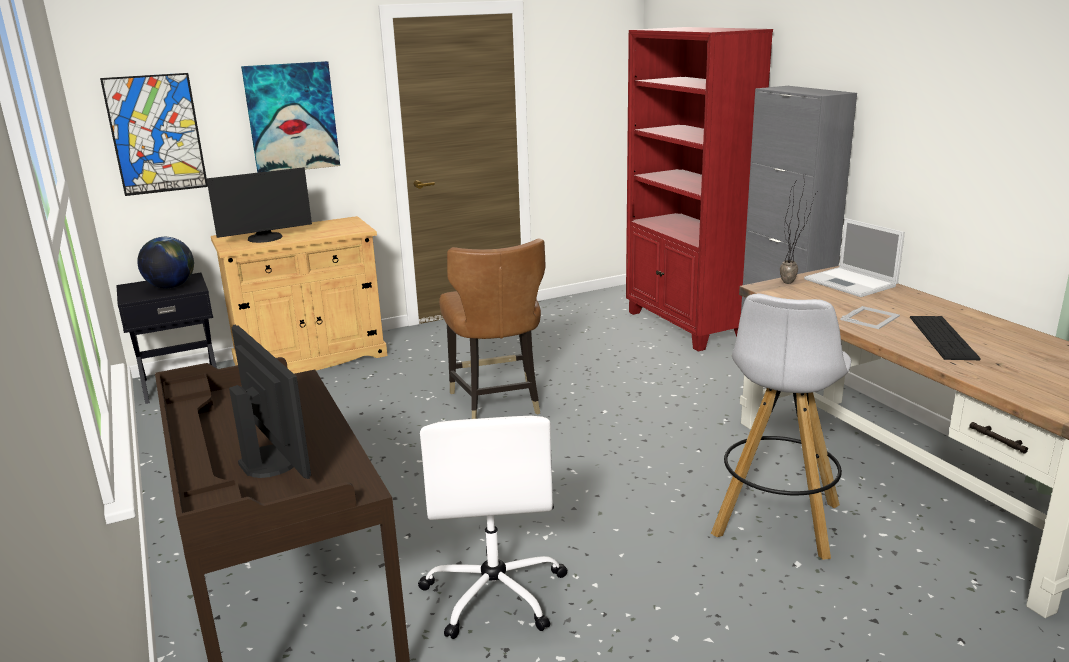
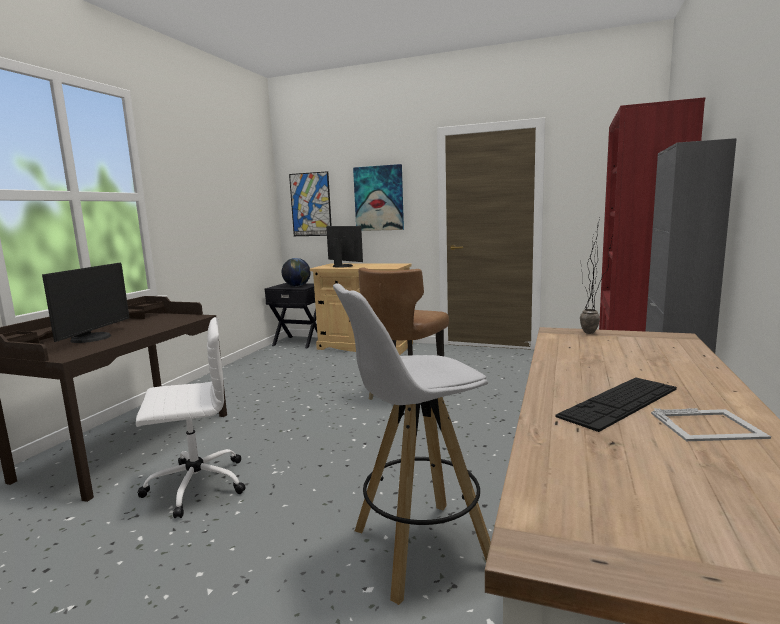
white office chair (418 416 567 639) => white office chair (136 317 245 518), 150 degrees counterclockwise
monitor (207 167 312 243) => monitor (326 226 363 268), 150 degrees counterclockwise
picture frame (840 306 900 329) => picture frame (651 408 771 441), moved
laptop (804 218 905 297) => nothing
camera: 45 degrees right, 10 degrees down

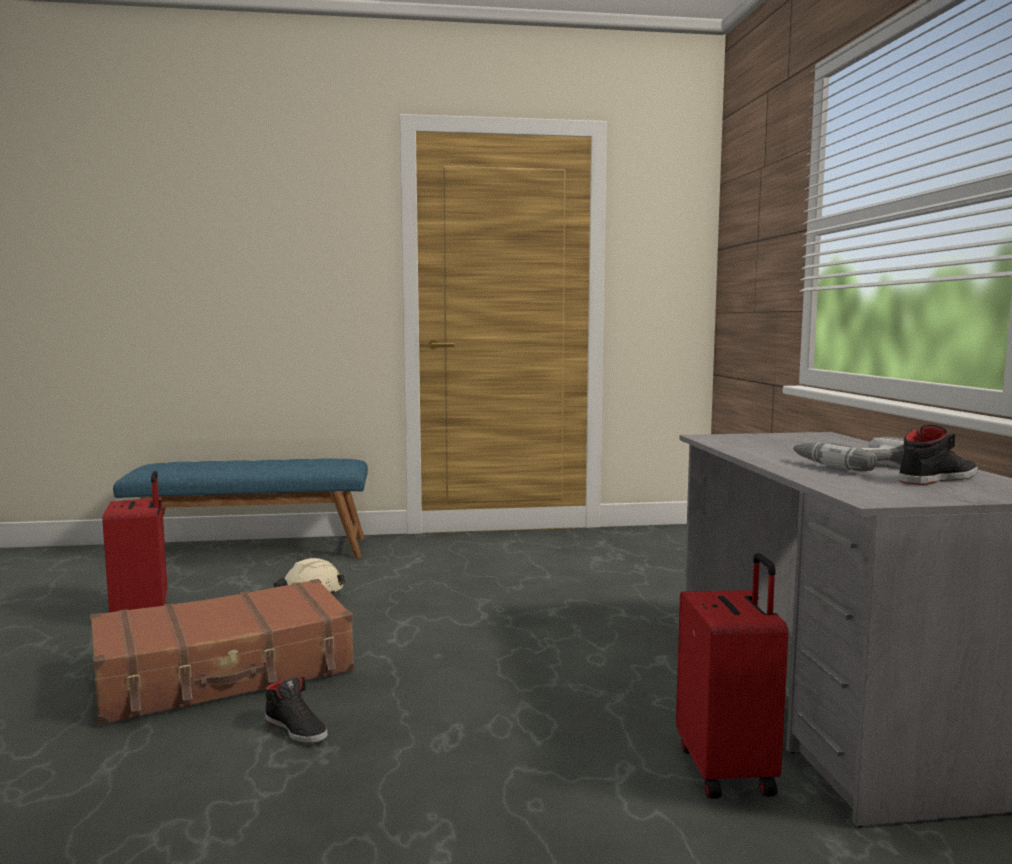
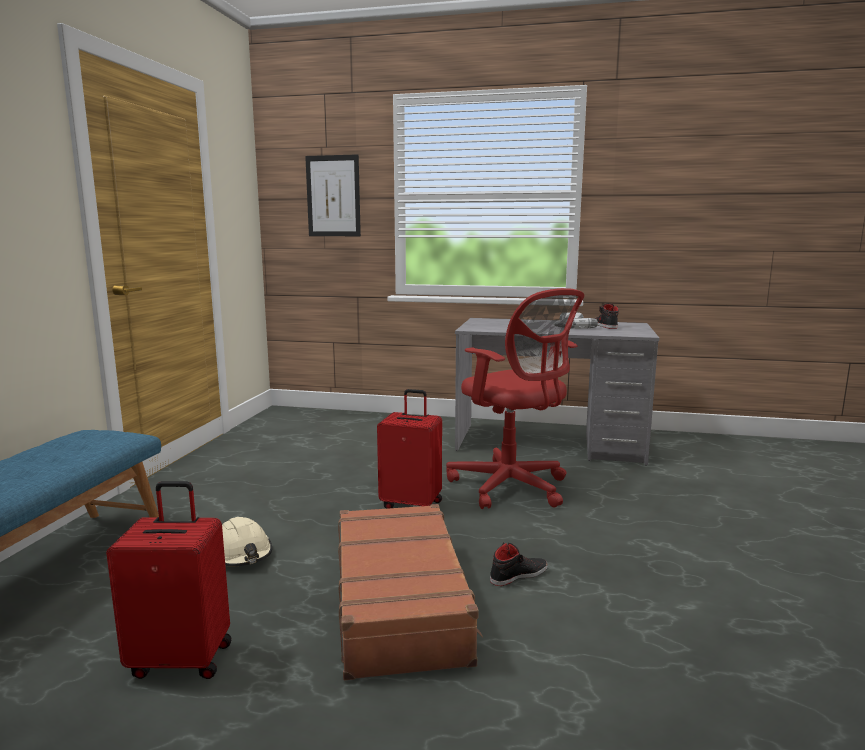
nothing => picture (305 154 361 236)
red suitcase (676 553 788 799) => red suitcase (377 389 442 509), moved
nothing => red office chair (446 288 584 509)
camera: 70 degrees left, 5 degrees up

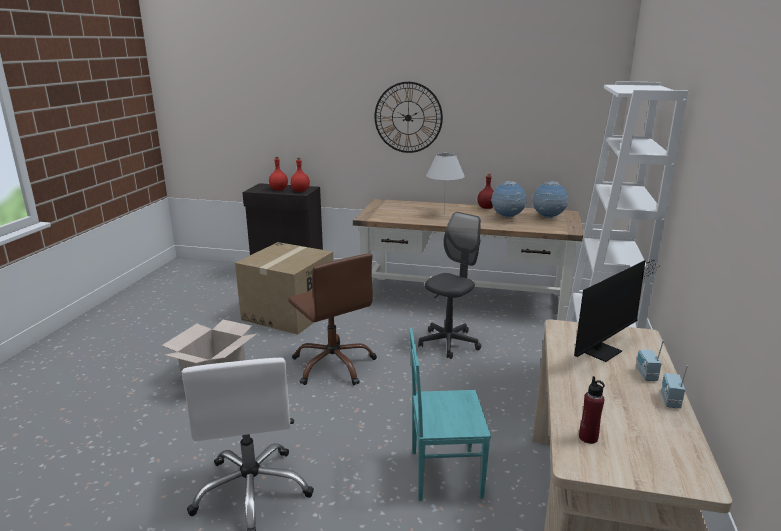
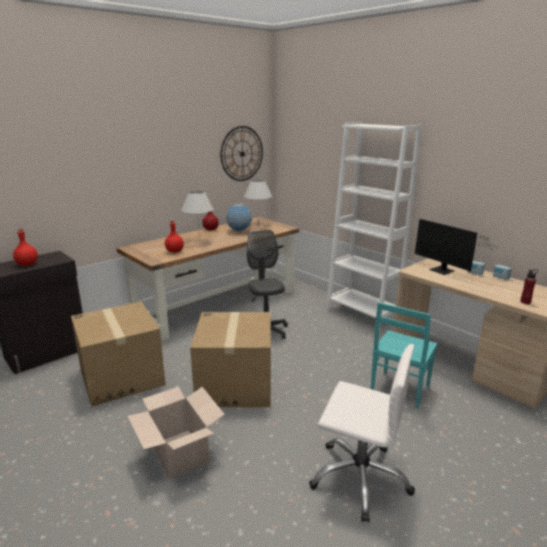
red bottle (290 158 310 192) => red bottle (165 220 184 253), moved
brown office chair (288 253 377 385) => cardboard box (190 312 271 407)
wall clock (374 82 443 153) => wall clock (221 126 263 181), moved
globe (533 181 569 218) => white table lamp (244 179 272 225)
monitor (574 259 659 362) => monitor (414 219 497 275), 150 degrees clockwise
camera: 55 degrees left, 0 degrees up

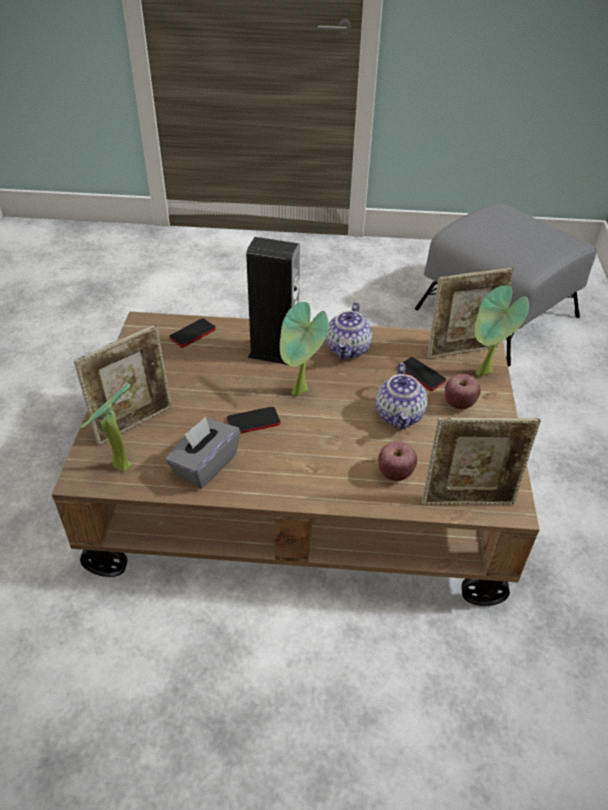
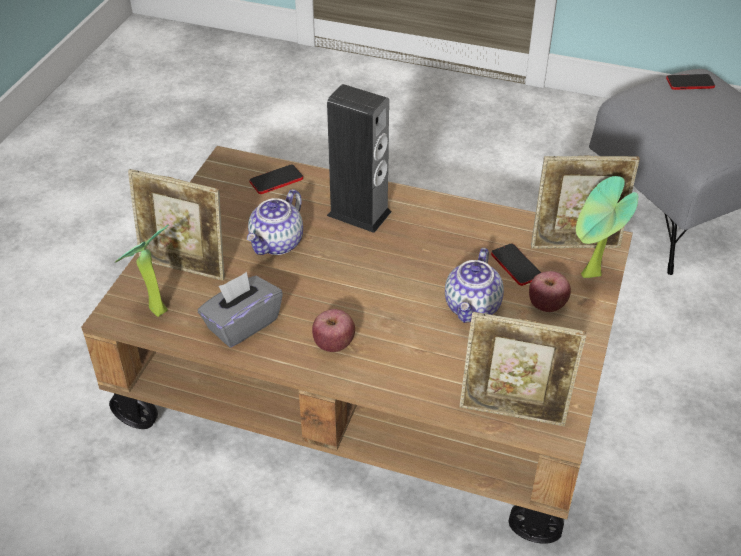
picture frame (74 325 172 446) => picture frame (128 169 225 281), 45 degrees clockwise
teapot (326 302 372 360) => teapot (247 189 303 255), moved
apple (378 441 417 481) => apple (312 309 355 352), moved
phone (227 407 281 434) => phone (666 74 715 90), moved
potted plant (280 302 329 396) => nothing
camera: 15 degrees right, 0 degrees up

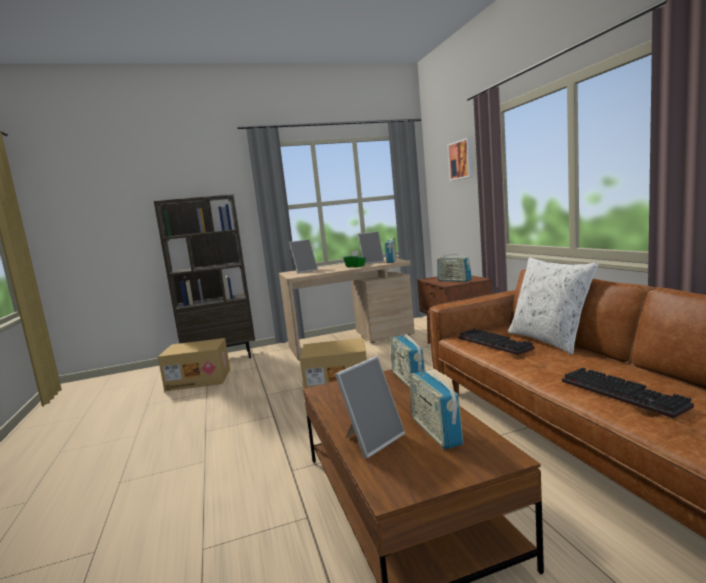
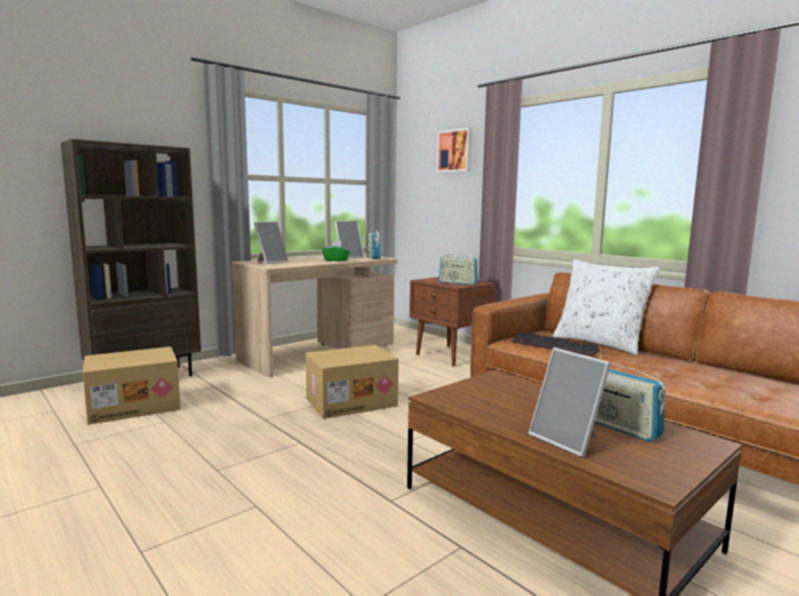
picture frame (335 356 405 459) => picture frame (528 348 611 457), 120 degrees clockwise
radio (390 329 425 388) => nothing
keyboard (562 367 694 419) => nothing
camera: 25 degrees left, 0 degrees up

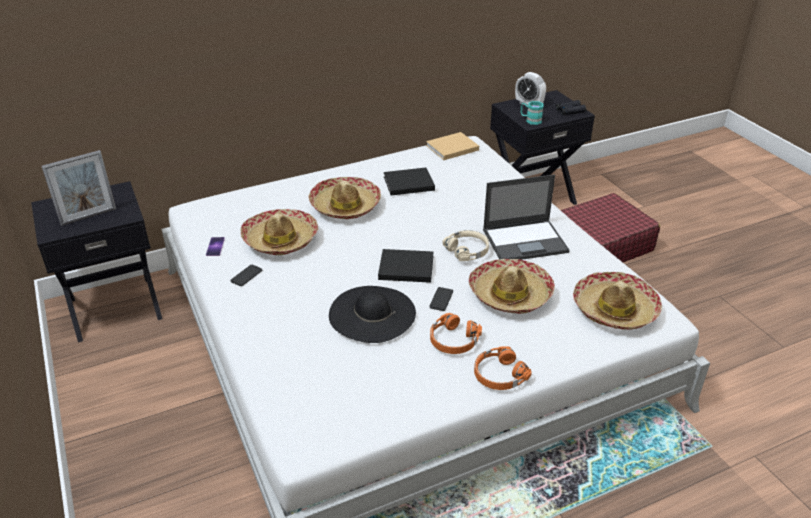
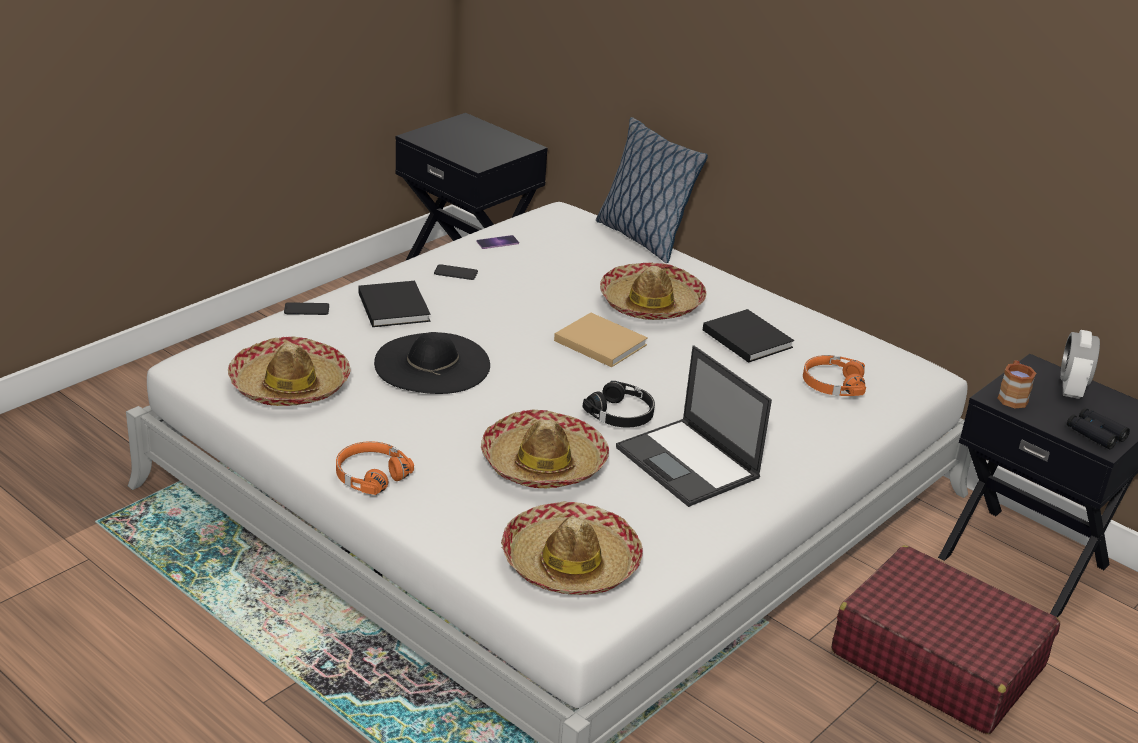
hat (241 209 318 255) => hat (228 336 351 406), moved
phone (429 287 453 311) => phone (284 302 329 315), moved
black book (378 249 434 283) => black book (358 281 431 327), moved
beige book (426 132 479 160) => beige book (554 313 648 367), moved
beige headphones (443 230 489 261) => black headphones (583 381 655 428)
nothing => pillow (596 117 708 263)
orange headphones (430 313 482 354) => orange headphones (803 355 866 396), moved
turquoise mug (521 101 544 125) => brown mug (998 360 1036 408)
picture frame (42 150 116 226) => nothing
camera: 65 degrees right, 5 degrees down

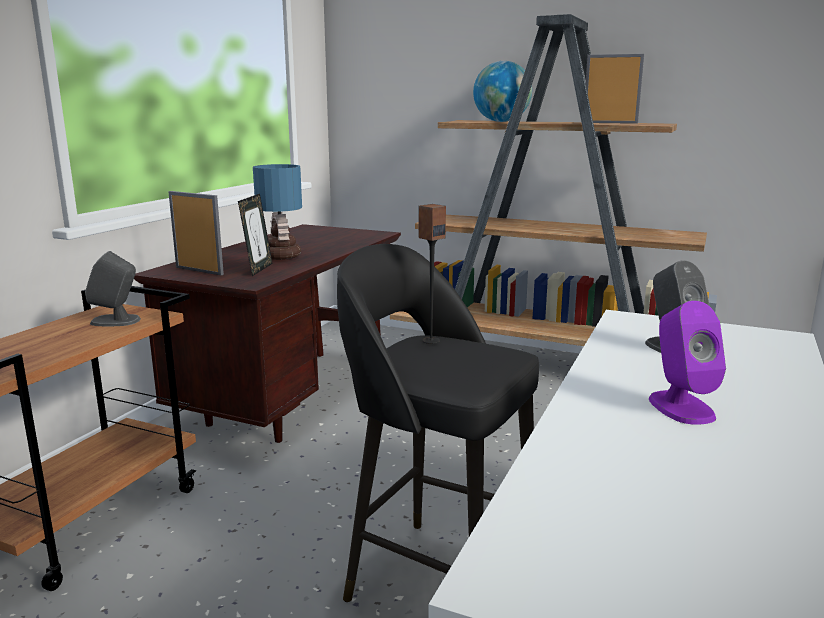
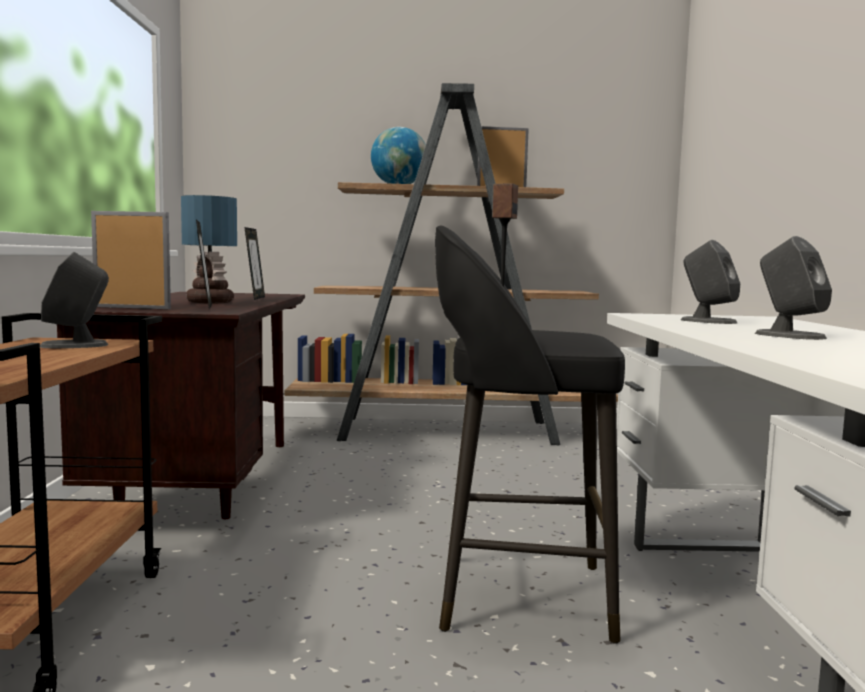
nothing => picture frame (244 227 265 300)
purple speaker (649 301 726 425) => grey speaker (755 236 832 340)
camera: 25 degrees left, 10 degrees down

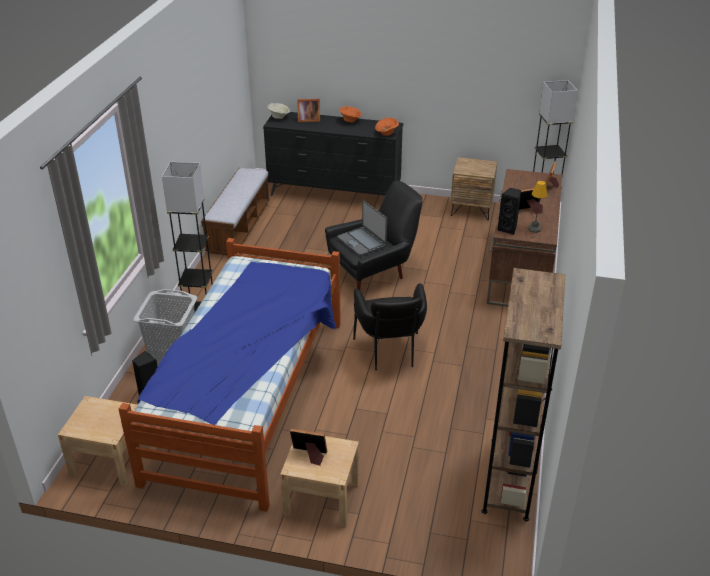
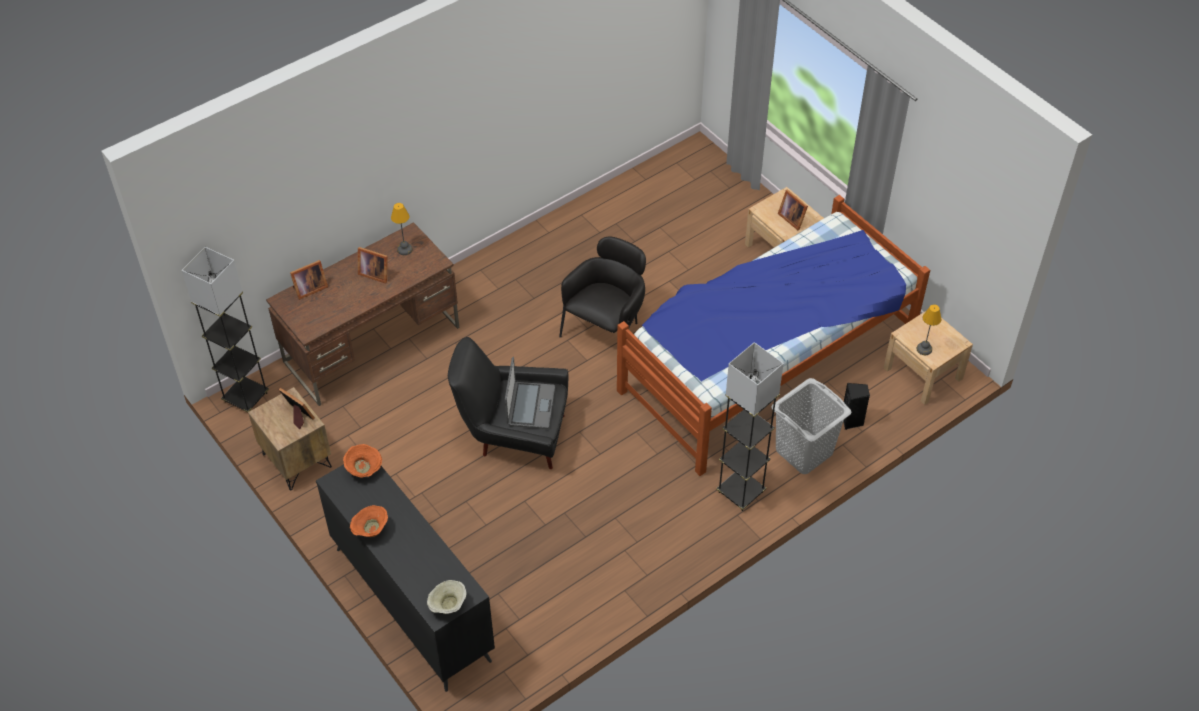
picture frame (297 99 320 122) => picture frame (278 388 315 429), moved
nothing => table lamp (916 304 941 355)
bench (201 168 270 255) => nothing
brown bookcase (482 268 565 521) => nothing
black speaker (497 188 521 235) => nothing
camera: 140 degrees left, 15 degrees up

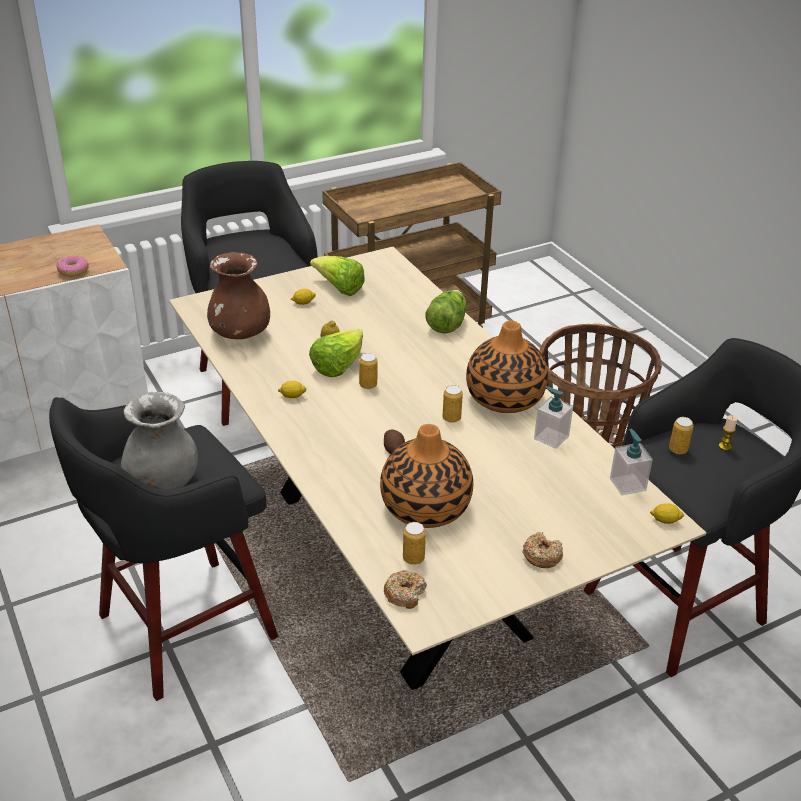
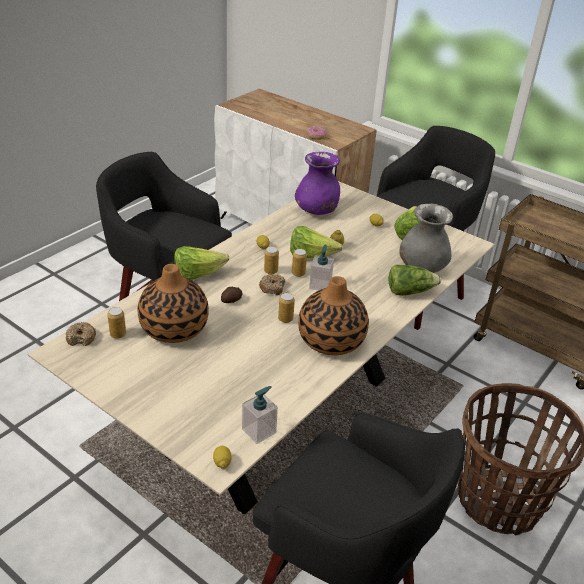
nothing => lettuce (174 246 229 280)
donut (522 532 563 568) => donut (259 274 285 295), moved
can (669 417 694 454) => can (264 246 279 274), moved
brown vase (207 252 270 339) => purple vase (295 152 340 215)
soap dispenser (534 386 573 449) => soap dispenser (309 245 334 291), moved
grey vase (121 392 198 489) => grey vase (399 204 453 273), moved
candle (719 415 737 450) => nothing
camera: 65 degrees right, 0 degrees up

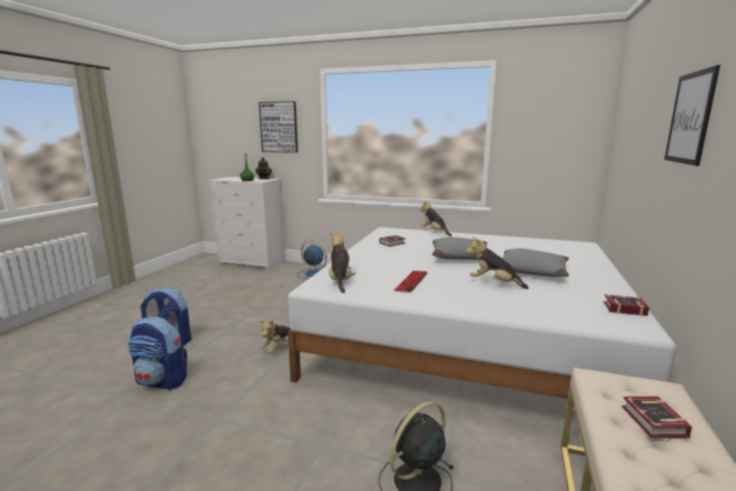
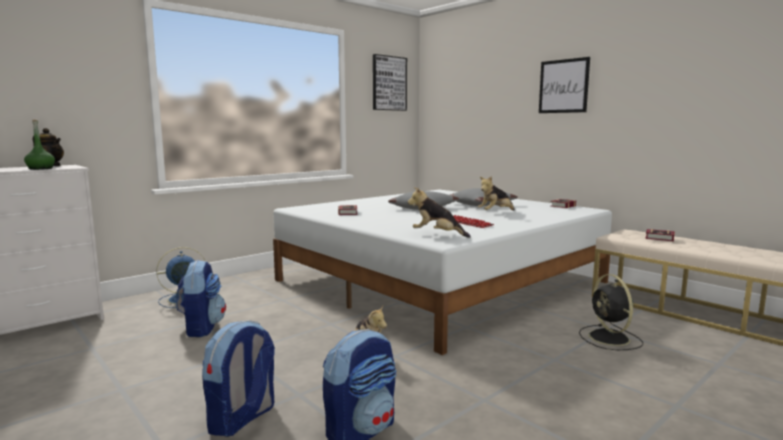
nothing => backpack (176 260 226 337)
picture (259 101 298 153) => picture (373 54 407 111), moved
plush toy (419 200 452 236) => nothing
camera: 60 degrees left, 5 degrees down

